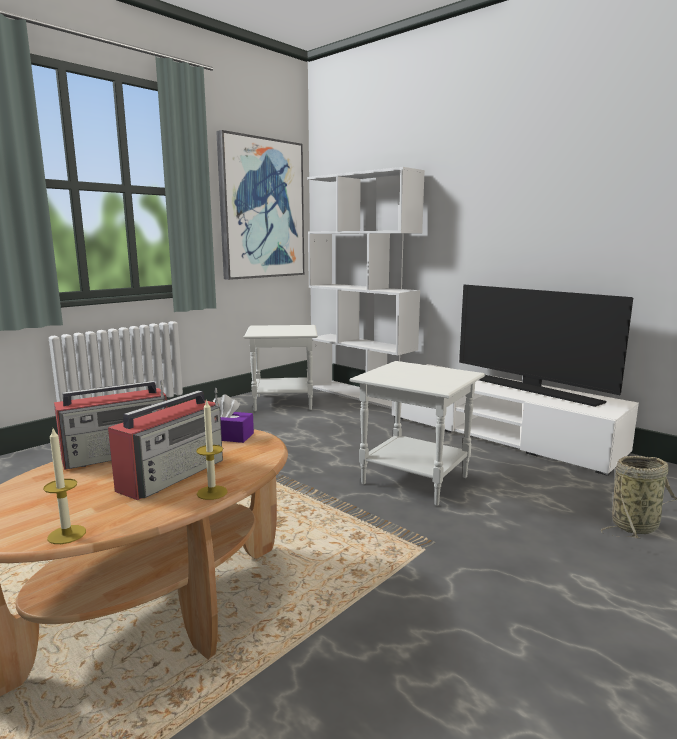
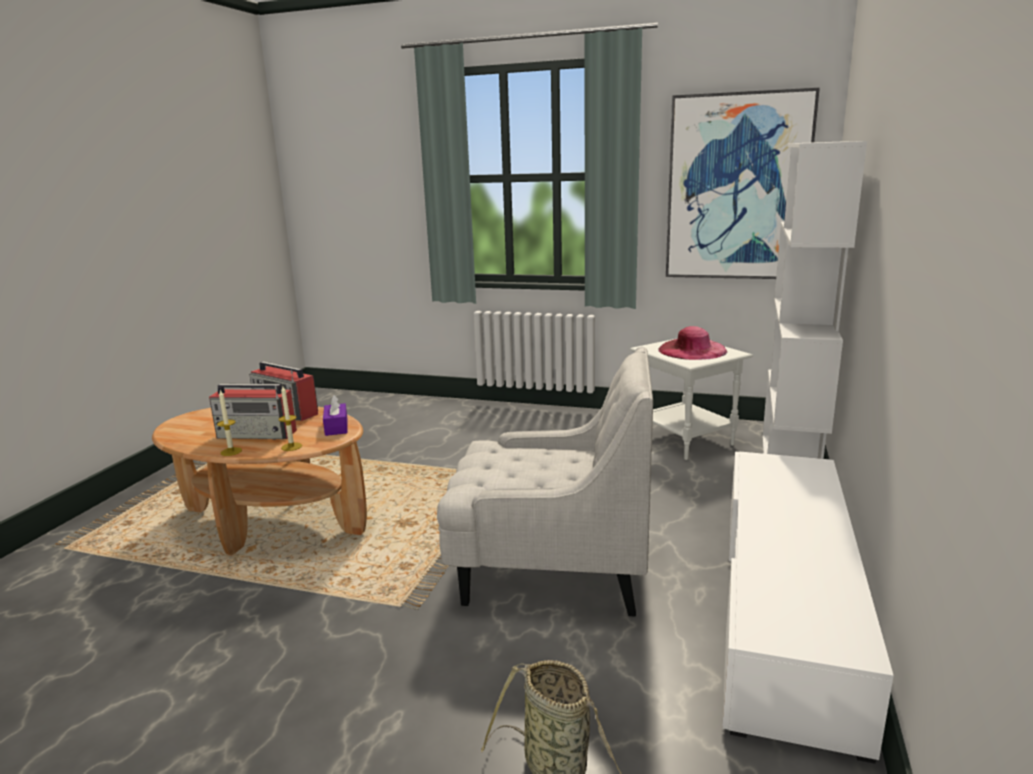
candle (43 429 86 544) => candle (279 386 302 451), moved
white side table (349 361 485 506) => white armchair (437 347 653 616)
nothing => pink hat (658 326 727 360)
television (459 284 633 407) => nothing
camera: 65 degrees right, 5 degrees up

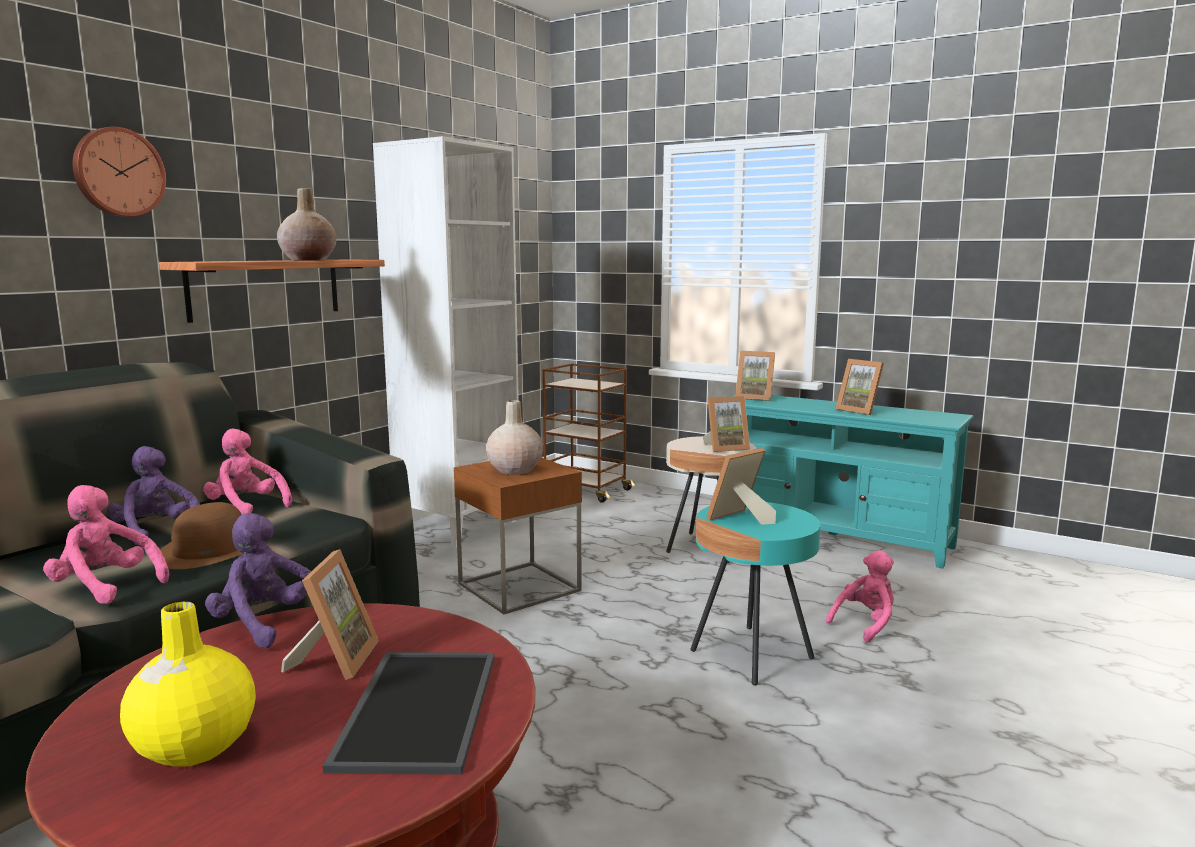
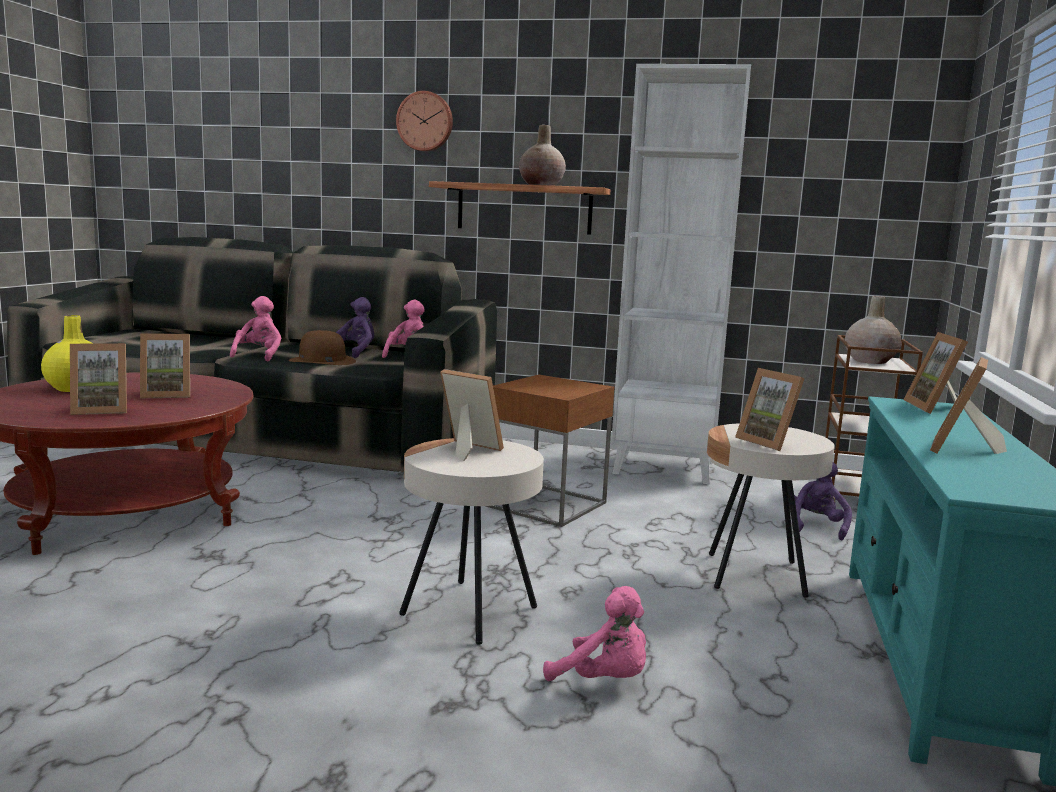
tray (323 652 494 775) => picture frame (70 343 127 415)
turquoise side table (691 502 820 685) => beige side table (399 438 544 645)
purple plush toy (205 513 311 648) => purple plush toy (794 462 852 540), moved
beige vase (486 400 543 475) => beige vase (845 296 901 364), moved
camera: 70 degrees right, 0 degrees up

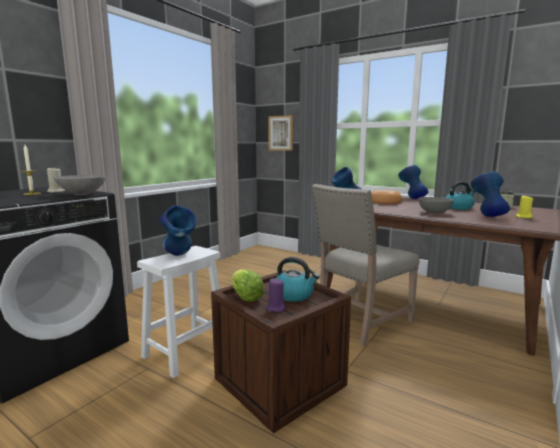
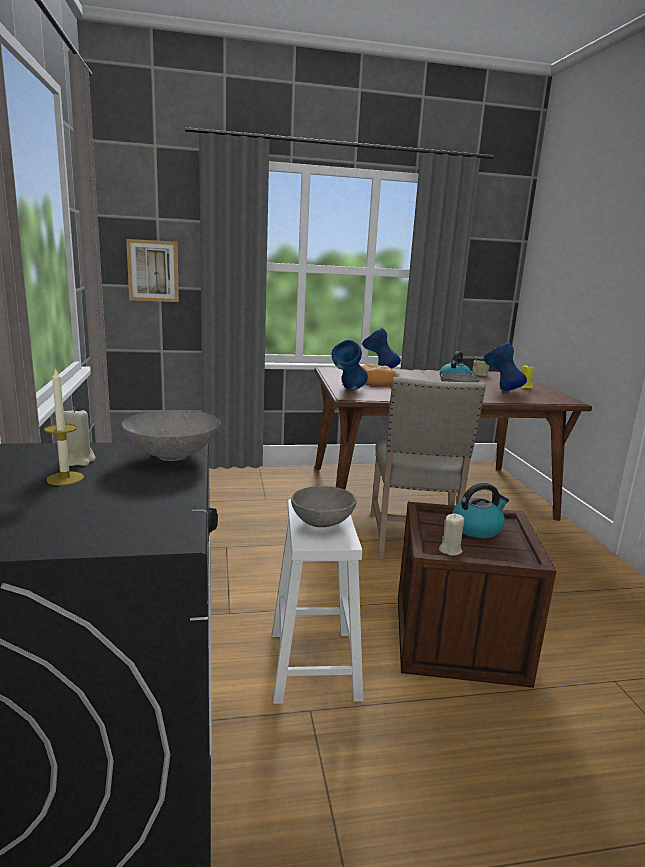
blue vase (160 205 197 256) => grey bowl (291 486 357 527)
lettuce (232 269 264 302) => beige candle (439 514 464 556)
purple candle (266 279 286 312) => nothing
camera: 45 degrees left, 5 degrees up

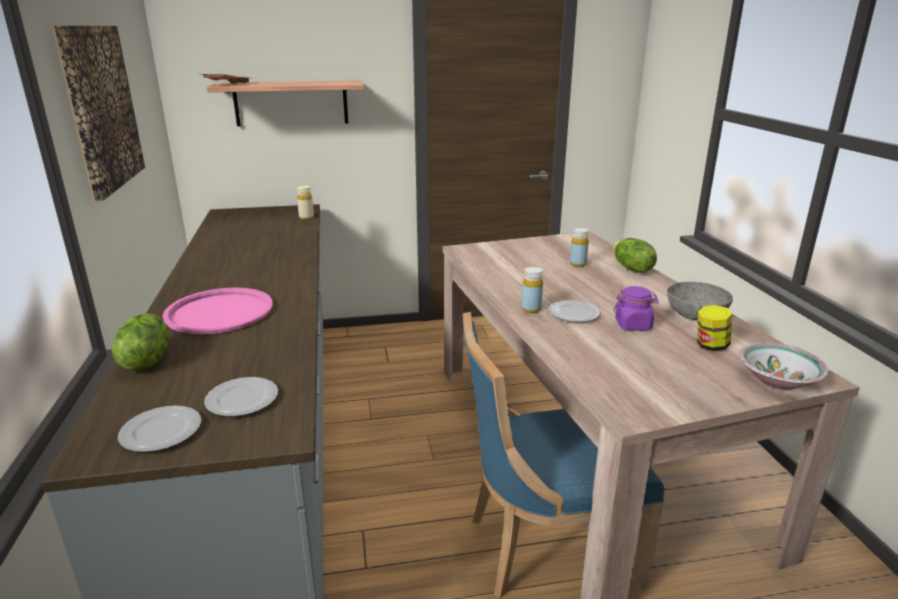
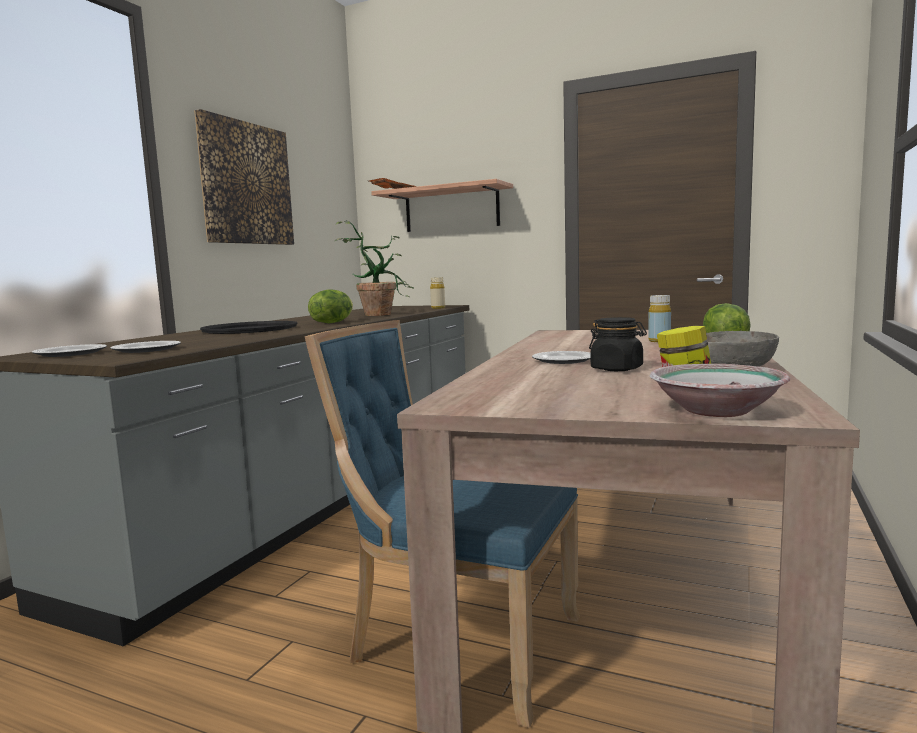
pink tray (163 287 273 334) => black tray (200 321 298 334)
lettuce (112 314 168 371) => lettuce (308 289 353 324), moved
nothing => potted plant (335 221 414 316)
purple jar (614 286 659 330) => black jar (589 317 647 371)
yellow bottle (522 266 543 313) => nothing
camera: 35 degrees right, 15 degrees down

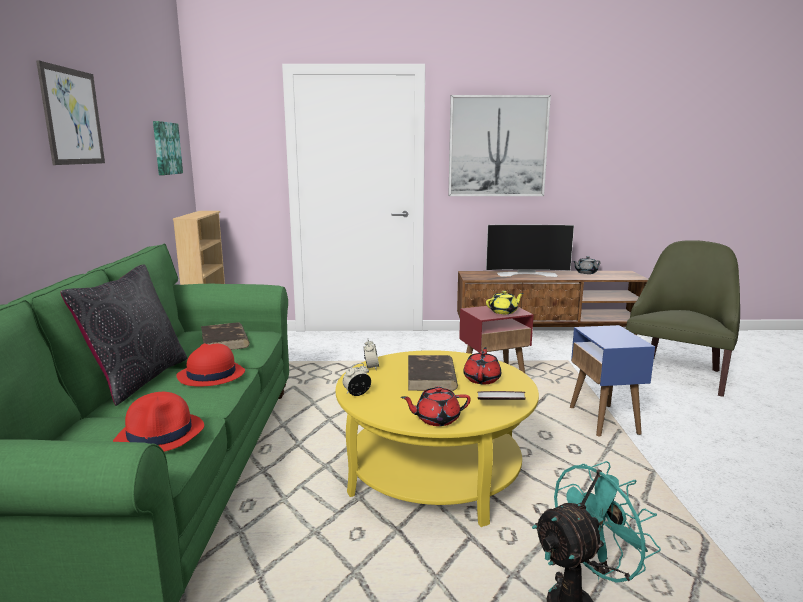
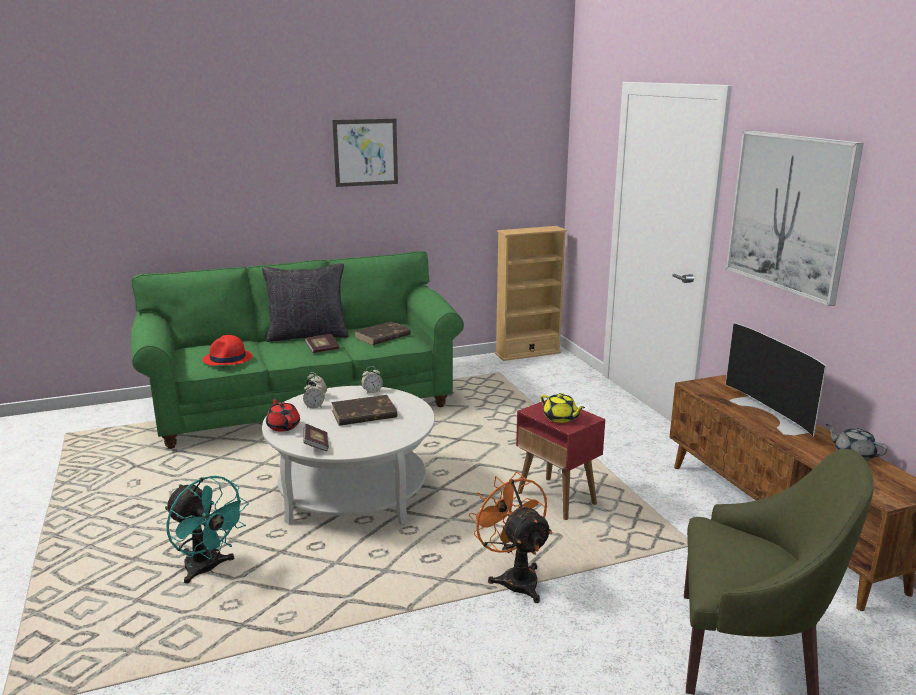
yellow coffee table (335 350 539 527) => white coffee table (262 386 435 525)
nothing => alarm clock (303 381 325 408)
red hat (176 344 245 386) => book (305 334 339 353)
blue side table (570 325 655 437) => orange fan (469 472 552 603)
picture (153 121 183 175) => nothing
red teapot (463 347 501 384) => nothing
camera: 70 degrees right, 5 degrees up

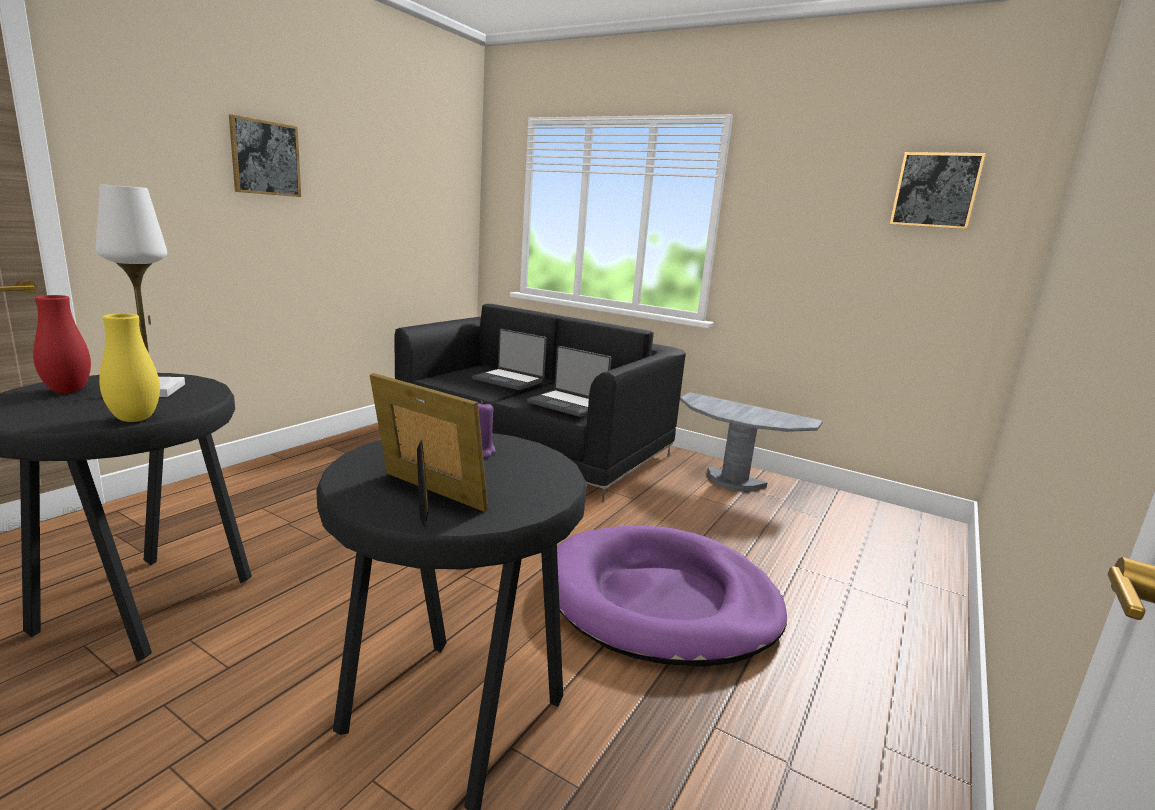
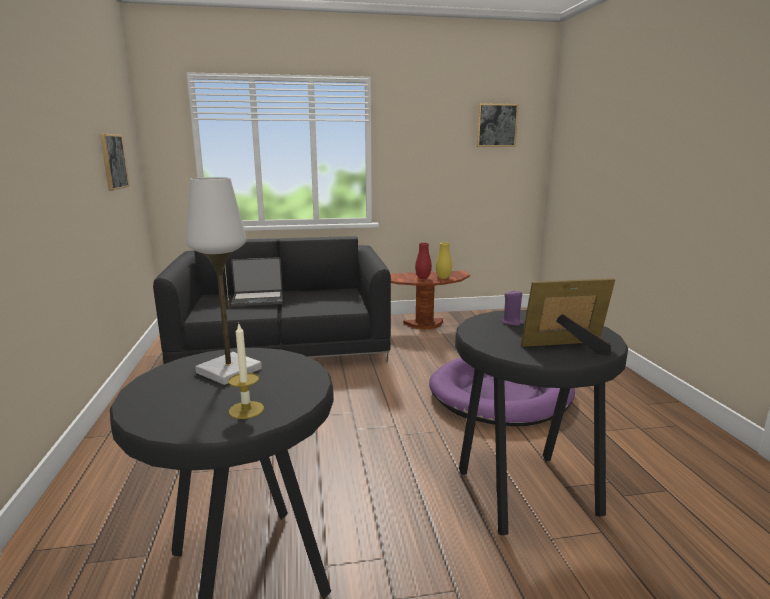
picture (229 114 301 197) => picture (100 133 130 191), moved
nothing => candle (228 324 264 419)
grey side table (680 392 823 491) => brown side table (390 271 470 330)
red vase (33 295 91 393) => red vase (415 243 432 279), moved
yellow vase (99 313 160 422) => yellow vase (436 242 452 279), moved
laptop (527 346 611 417) => nothing
camera: 40 degrees left, 0 degrees up

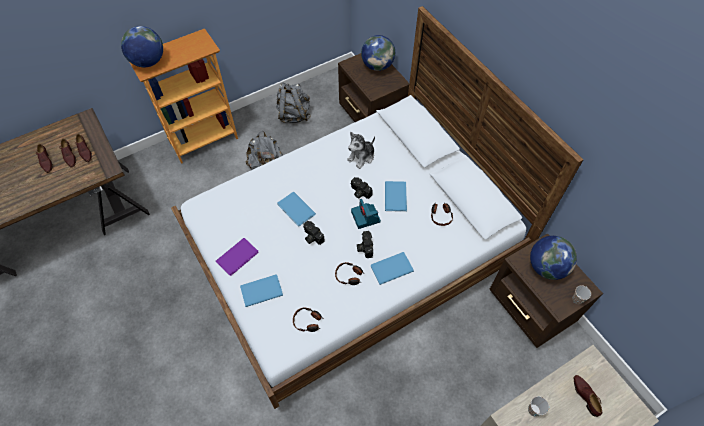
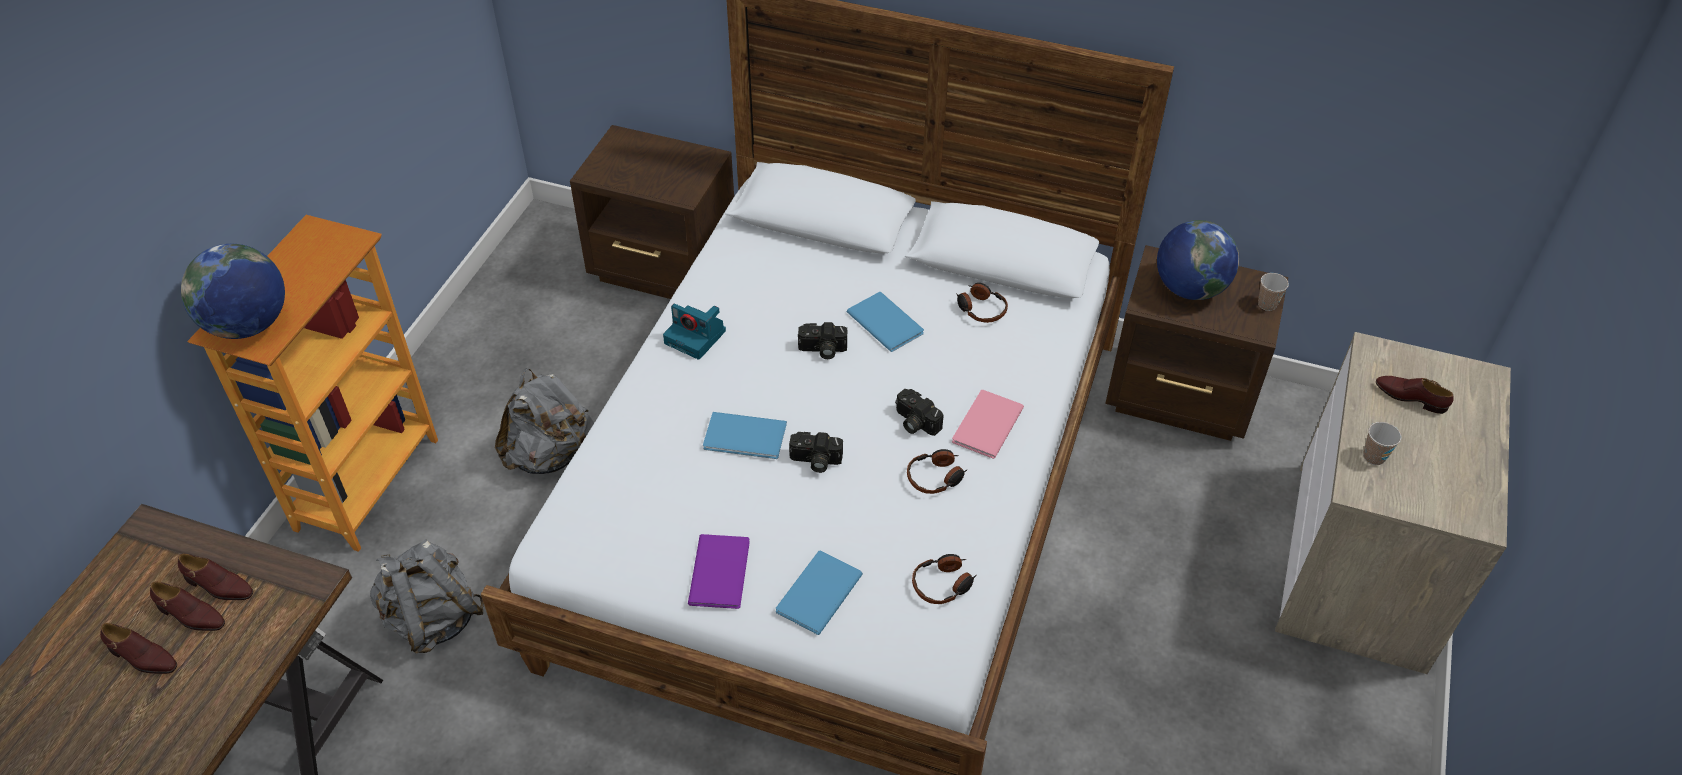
grey backpack (276 83 311 123) => grey backpack (370 539 484 653), moved
photo camera (351 199 381 229) => photo camera (663 304 726 360), moved
blue book (371 252 414 285) => pink book (952 390 1024 459)
plush toy (347 132 375 169) => nothing
globe (361 35 395 71) => nothing
camera: 40 degrees left, 10 degrees down

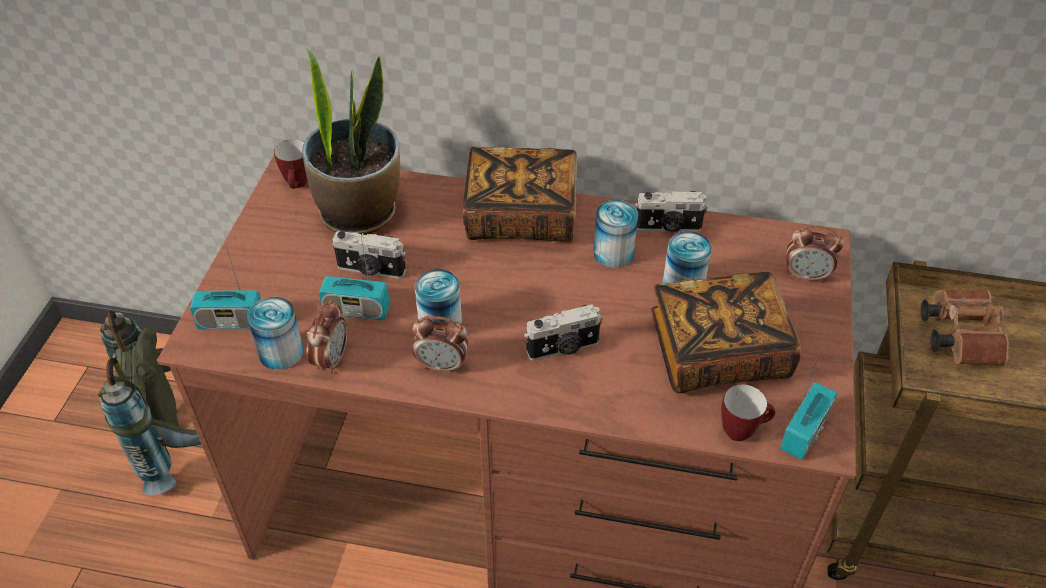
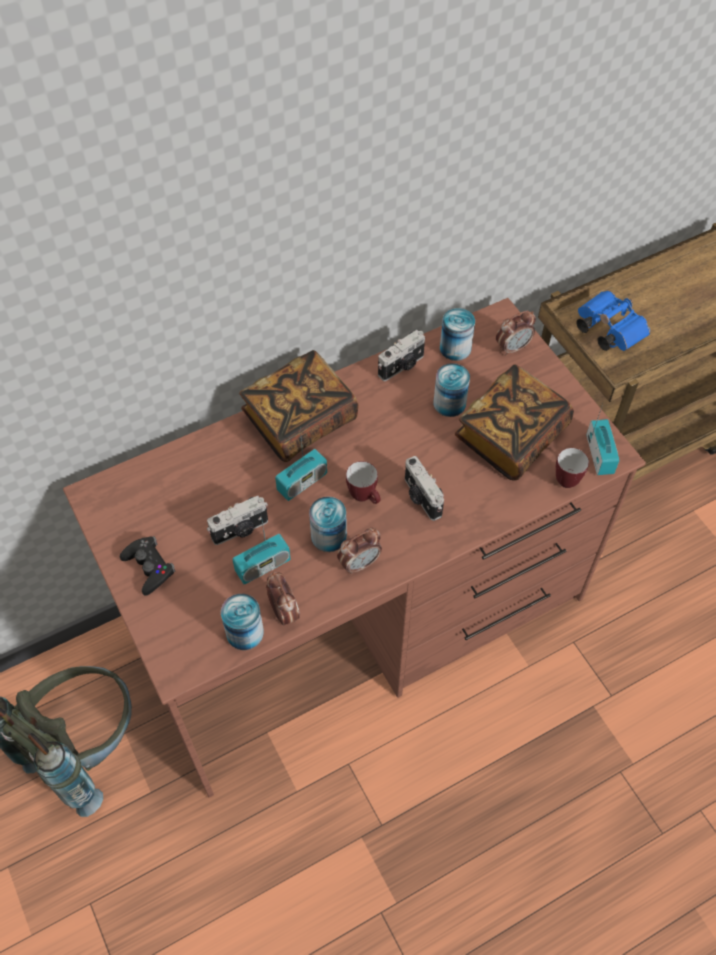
nothing => black game controller (120 536 175 596)
radio (190 247 261 330) => radio (275 428 327 501), moved
mug (274 139 308 189) => mug (346 461 380 504), moved
photo camera (524 304 602 361) => photo camera (405 456 444 521), 120 degrees clockwise
can (593 200 638 268) => can (440 308 475 361), moved
brown binoculars (920 290 1010 366) => blue binoculars (576 290 650 351)
potted plant (302 48 400 235) => nothing
camera: 40 degrees left, 10 degrees up

